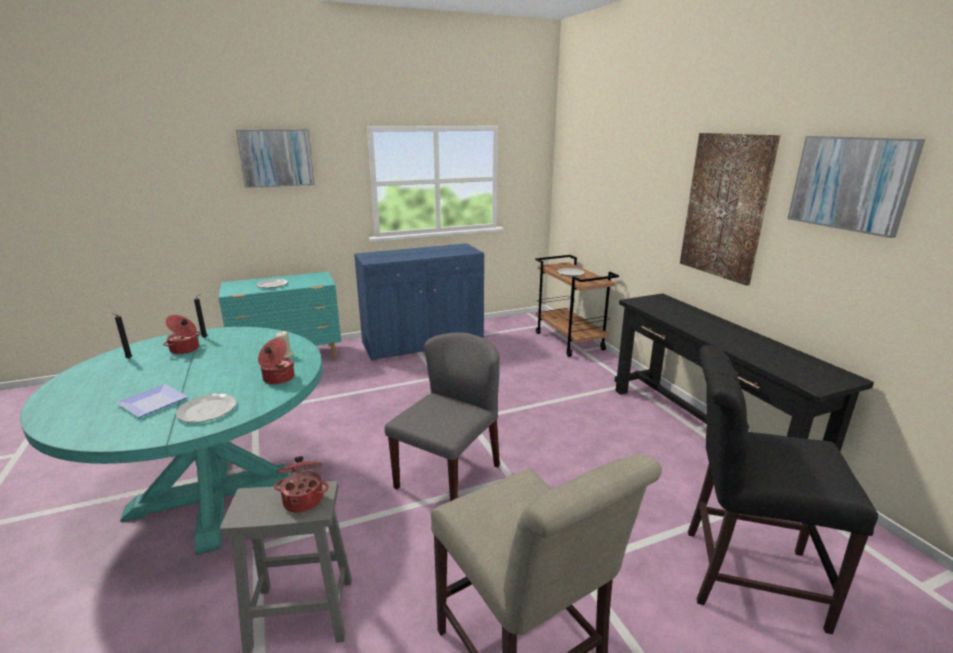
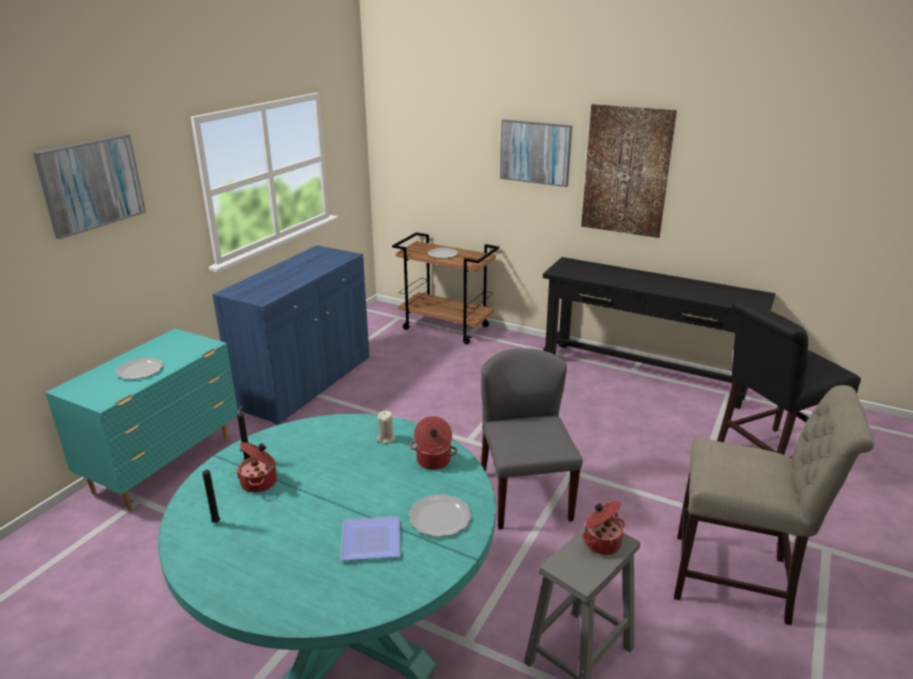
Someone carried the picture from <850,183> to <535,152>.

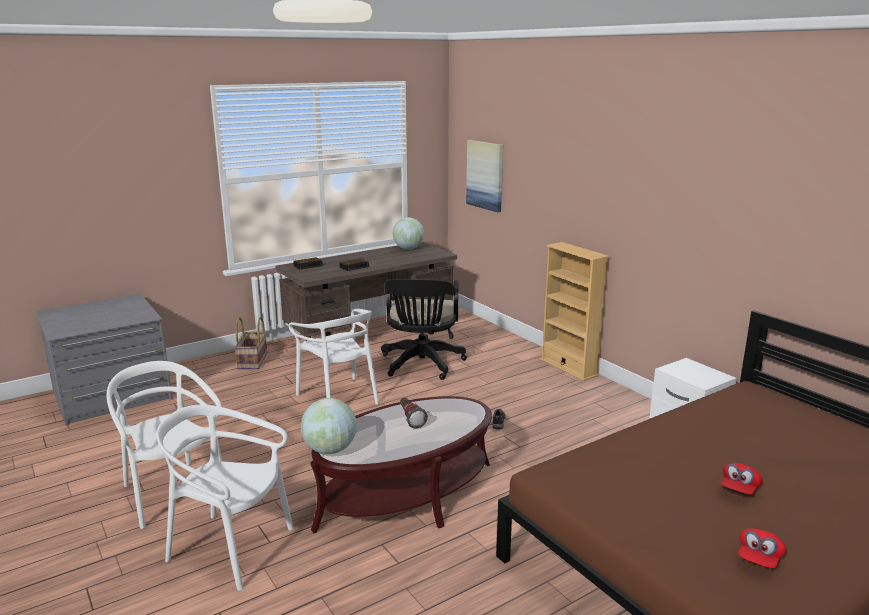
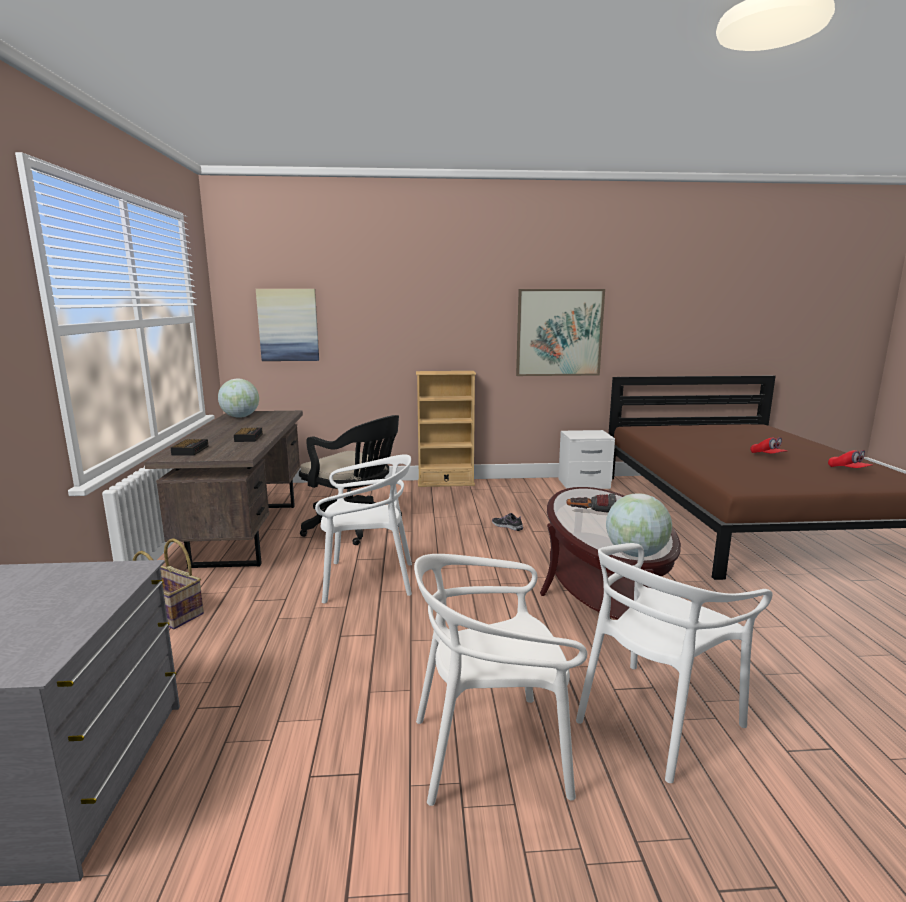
Someone put up the picture at <559,332>.

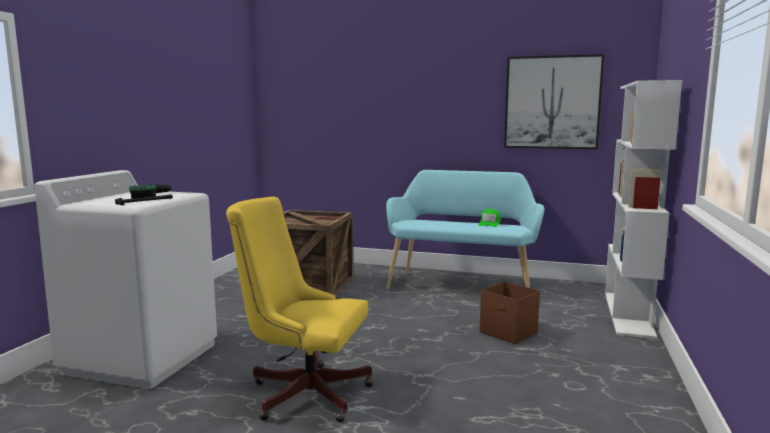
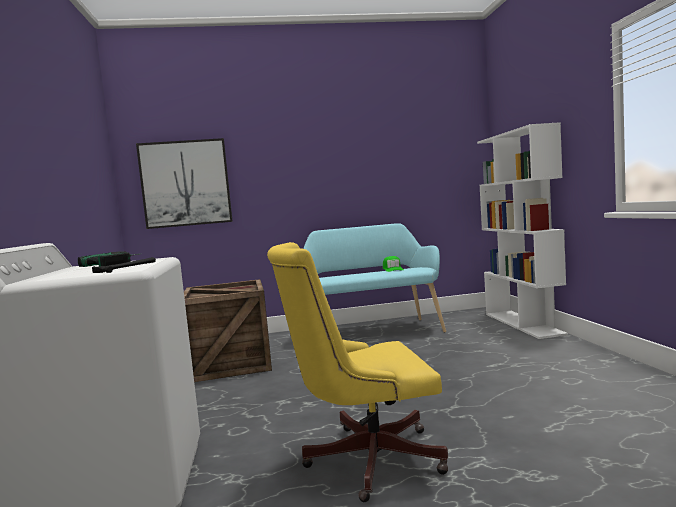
Someone took away the brown storage box at <508,333>.
Someone carried the picture from <552,102> to <185,183>.

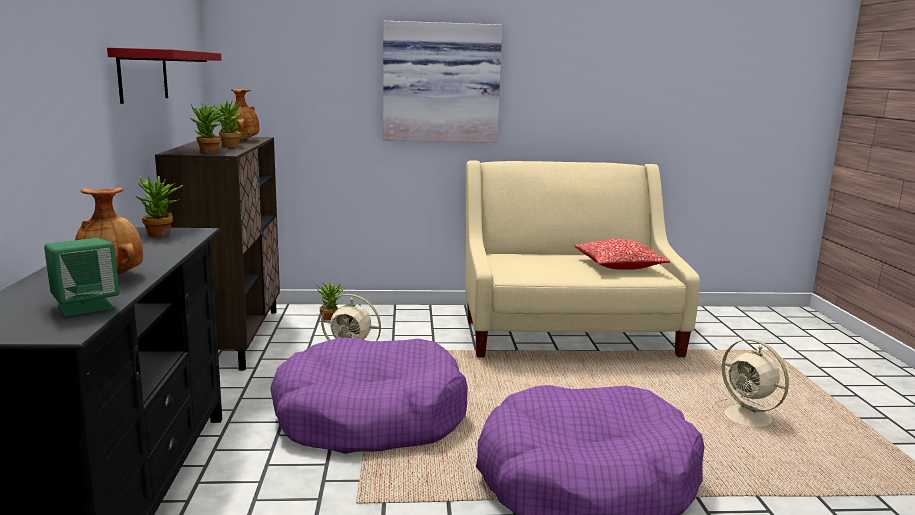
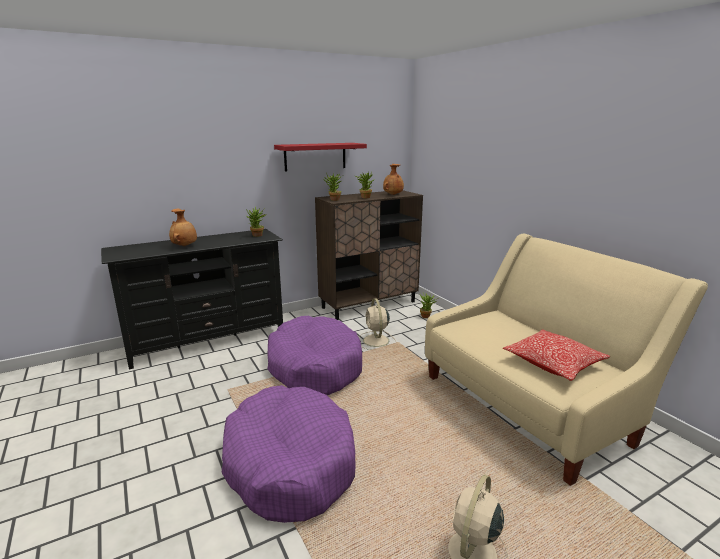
Someone took away the green speaker at <86,306>.
Someone took away the picture at <441,83>.

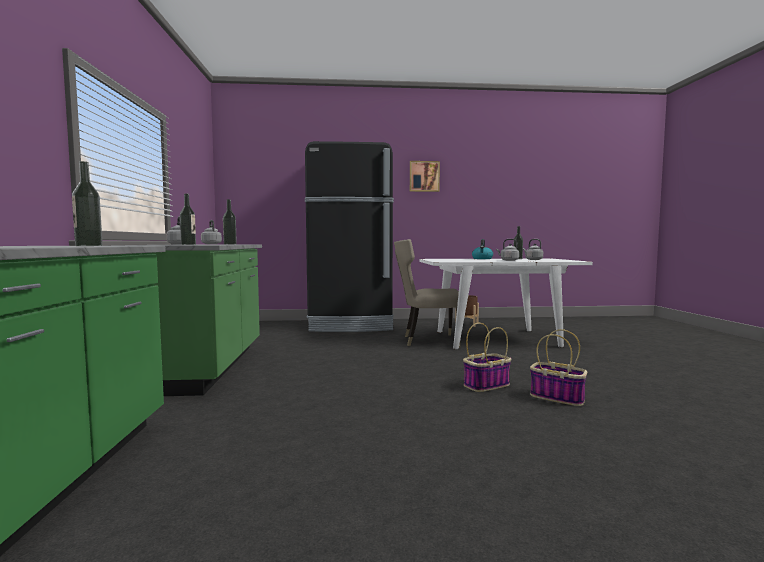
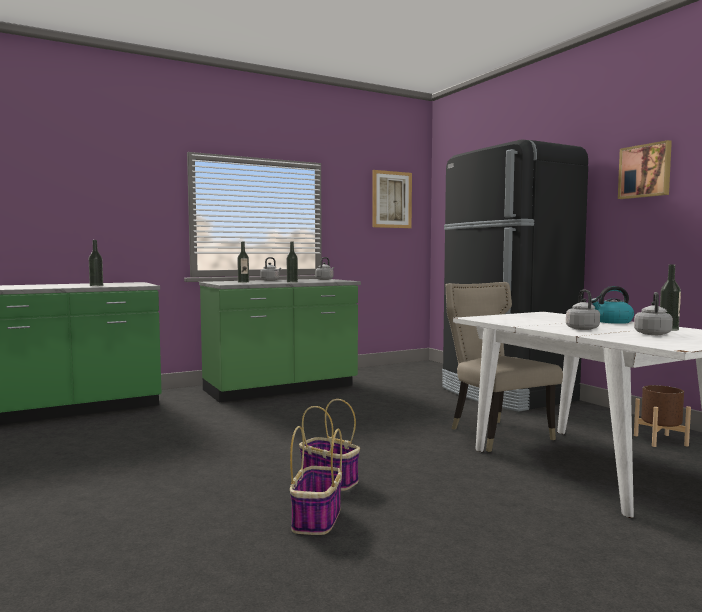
Someone put up the picture at <391,199>.

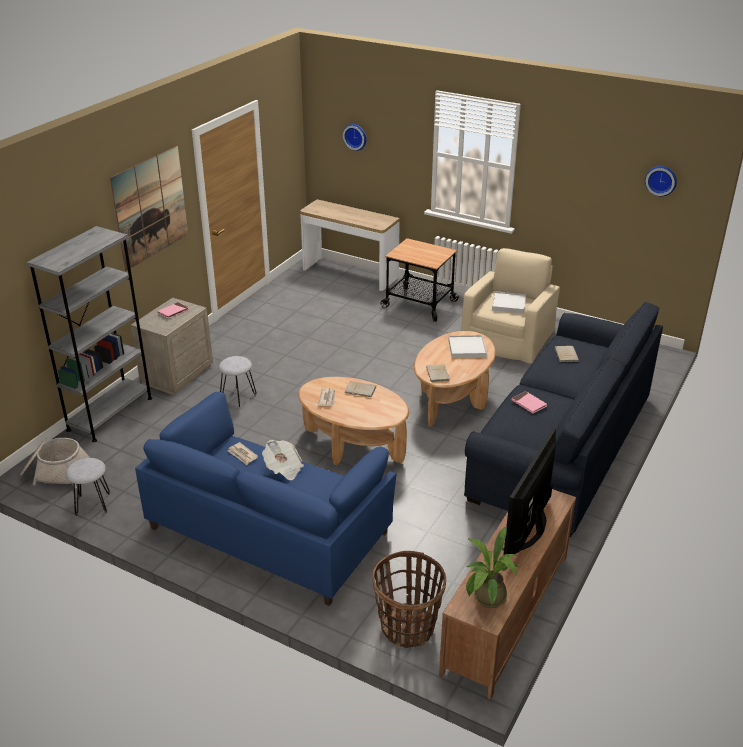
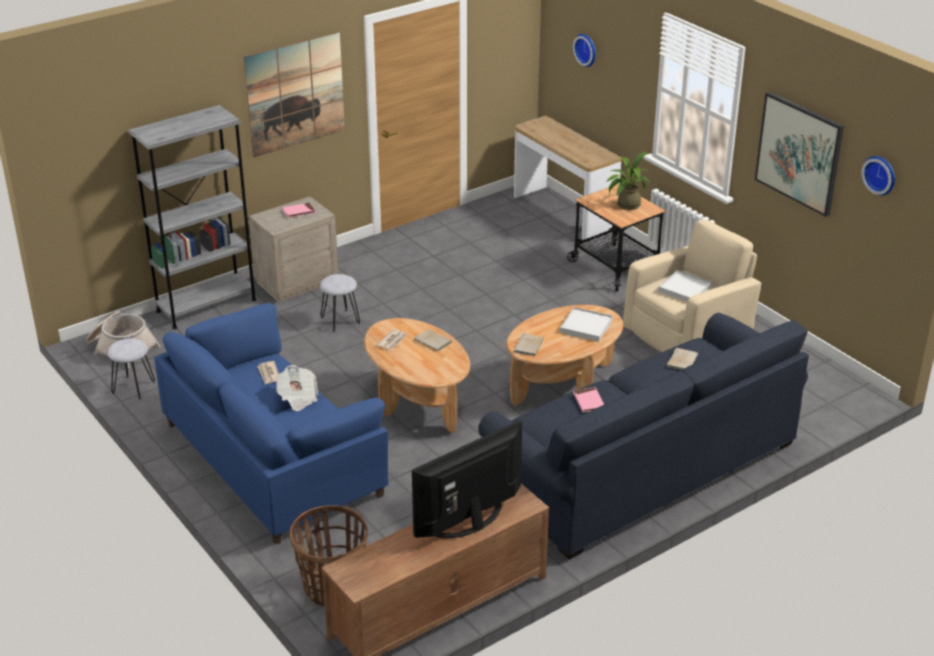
Someone carried the potted plant from <487,600> to <625,205>.
Someone put up the picture at <799,153>.

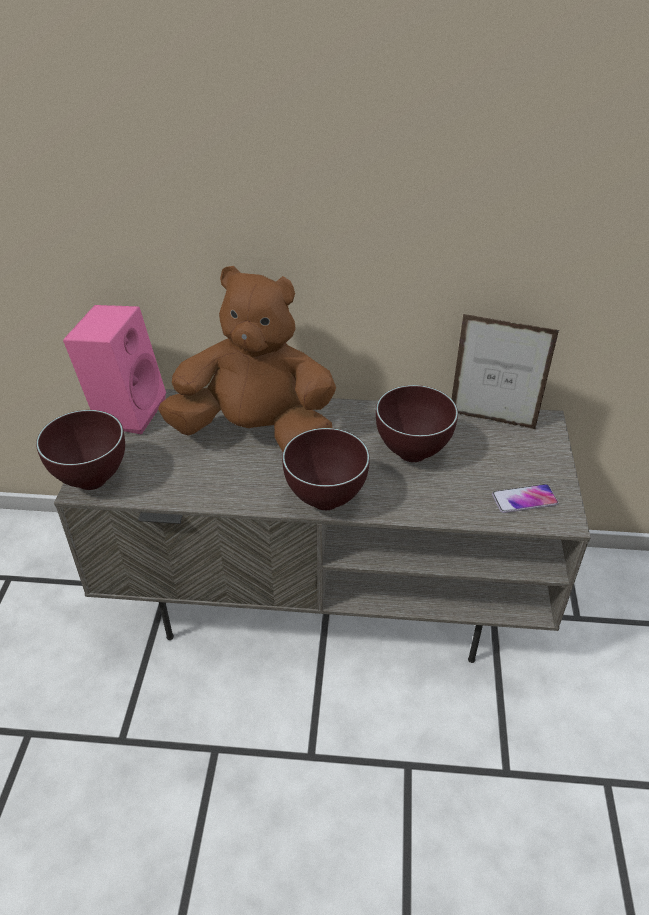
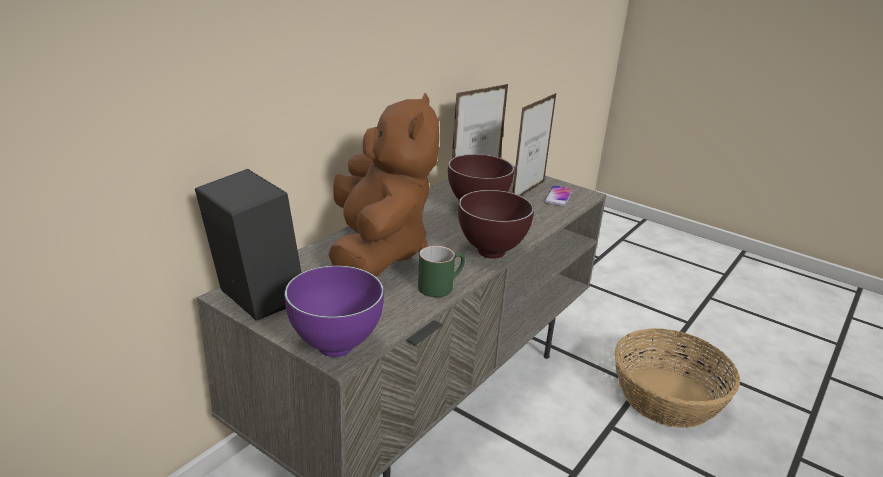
Someone repainted the brown bowl at <94,480>, which became the purple bowl at <337,347>.
Someone repainted the pink speaker at <126,410>, which became the black speaker at <253,299>.
Someone rotated the brown plush toy at <256,432> by 135 degrees clockwise.
Someone put down the green mug at <440,285>.
Someone put down the picture frame at <528,191>.
Someone put down the basket at <667,396>.

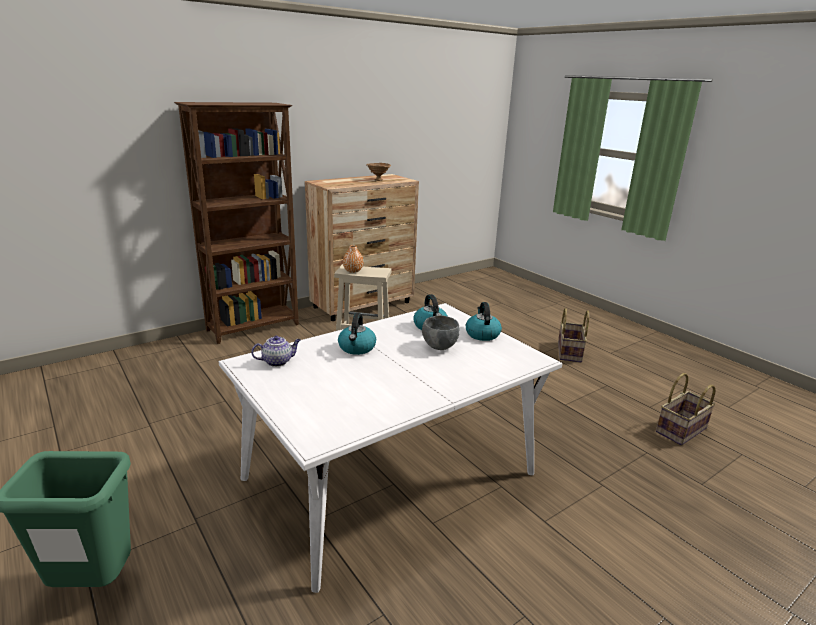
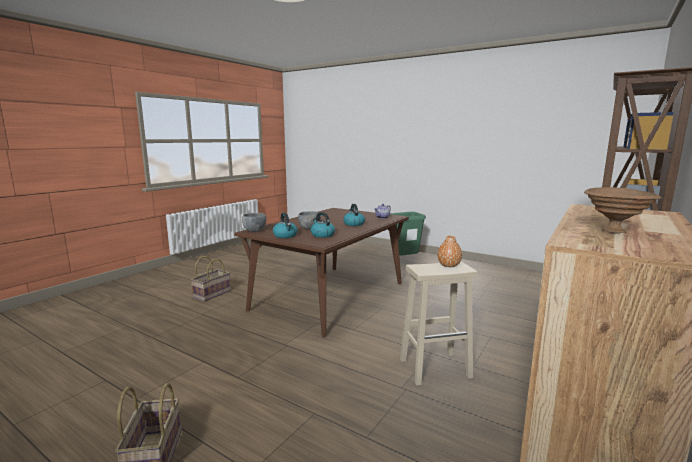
Someone repainted the white dining table at <391,475>, which became the brown dining table at <330,296>.
Someone carried the basket from <682,430> to <212,294>.
Someone put down the grey bowl at <254,231>.

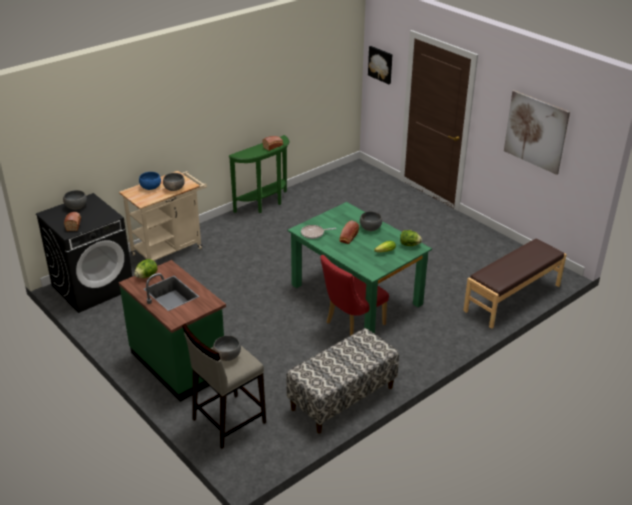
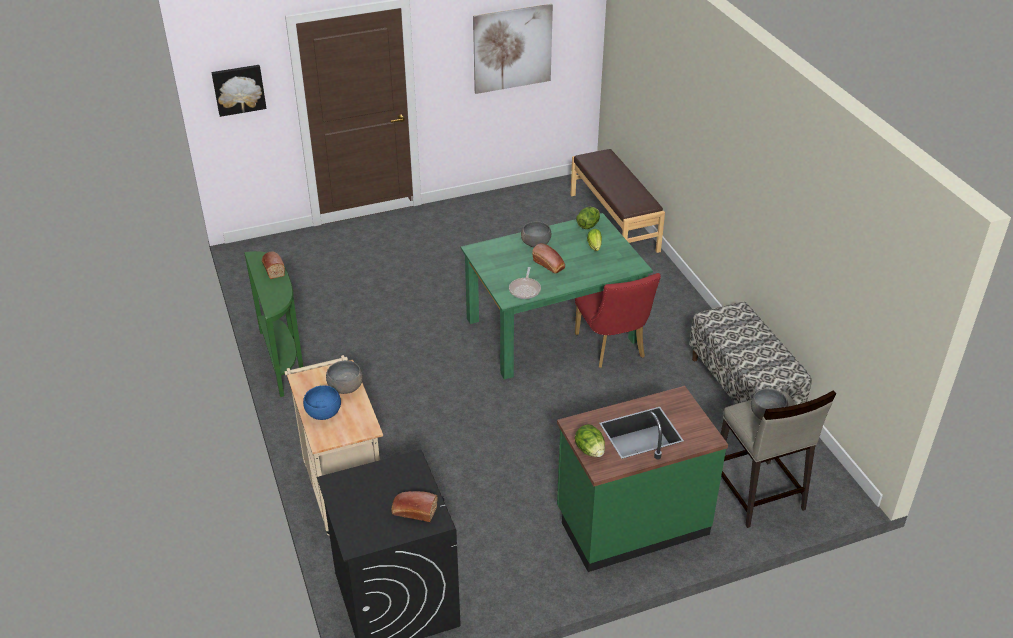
Someone took away the grey bowl at <76,206>.

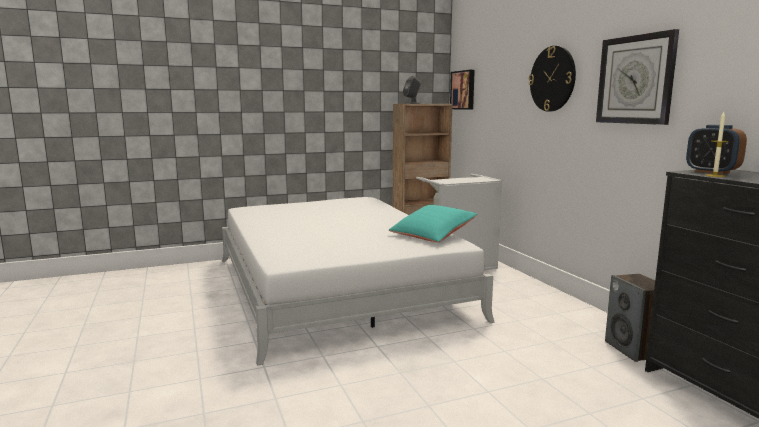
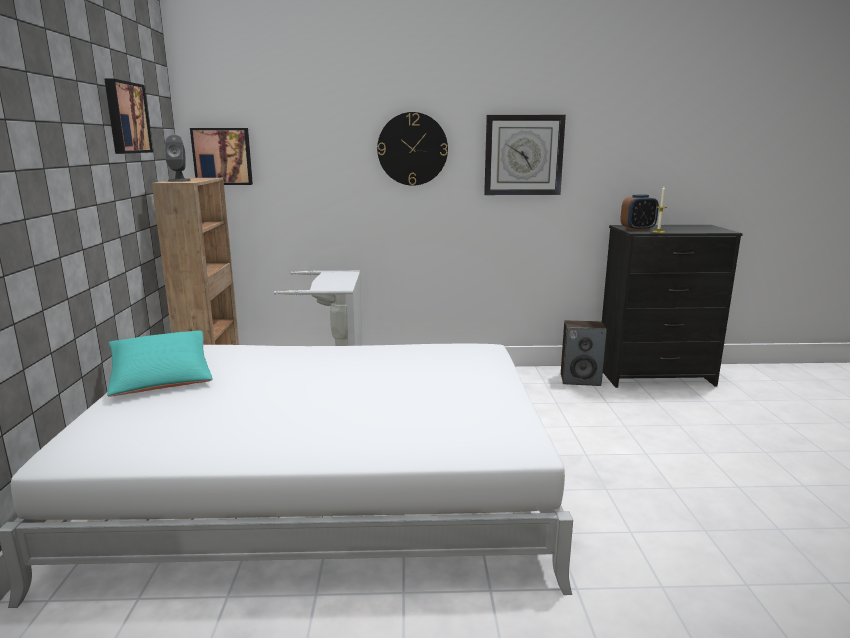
Someone carried the turquoise pillow from <432,235> to <161,378>.
Someone put up the picture at <126,118>.

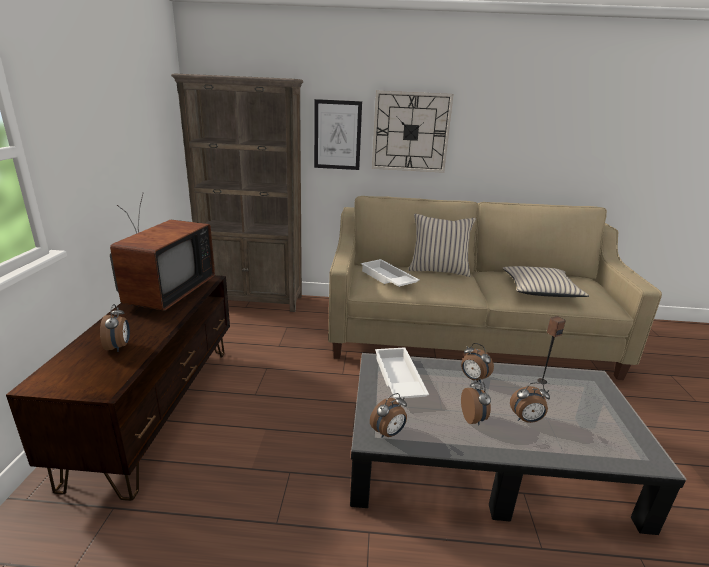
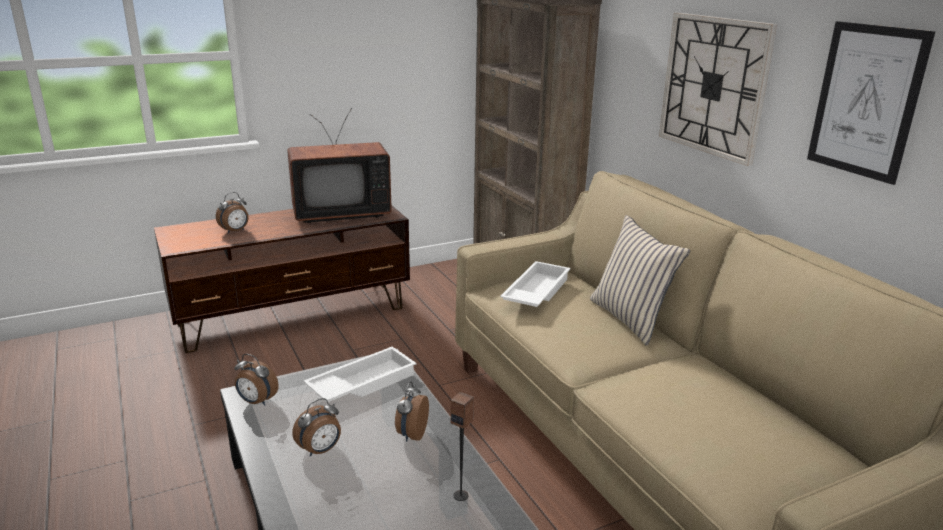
Someone carried the picture from <337,135> to <866,101>.
Someone took away the beige pillow at <540,289>.
Someone took away the alarm clock at <526,420>.

